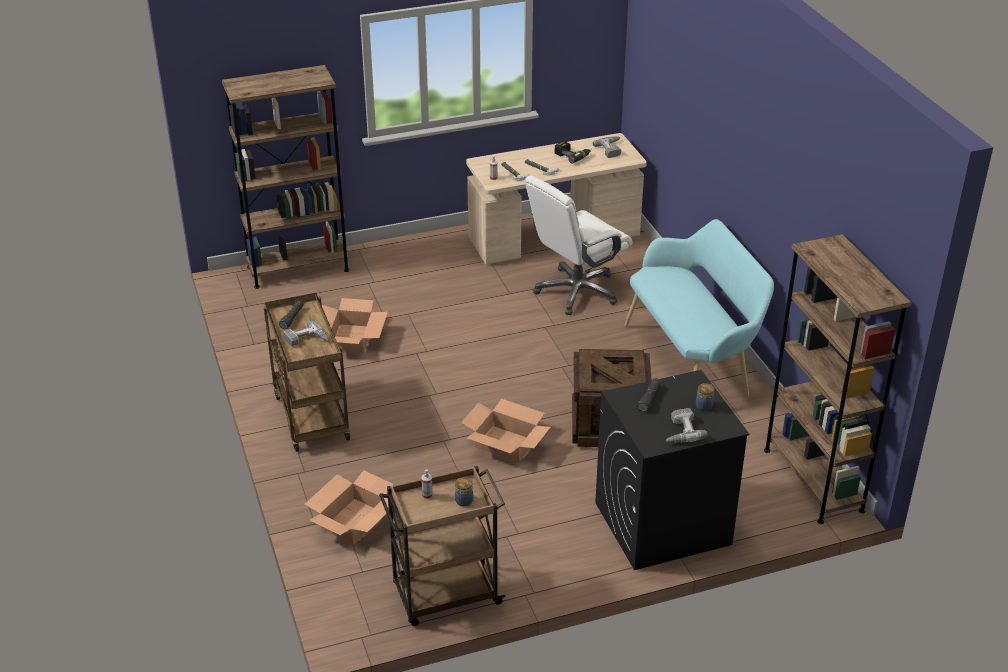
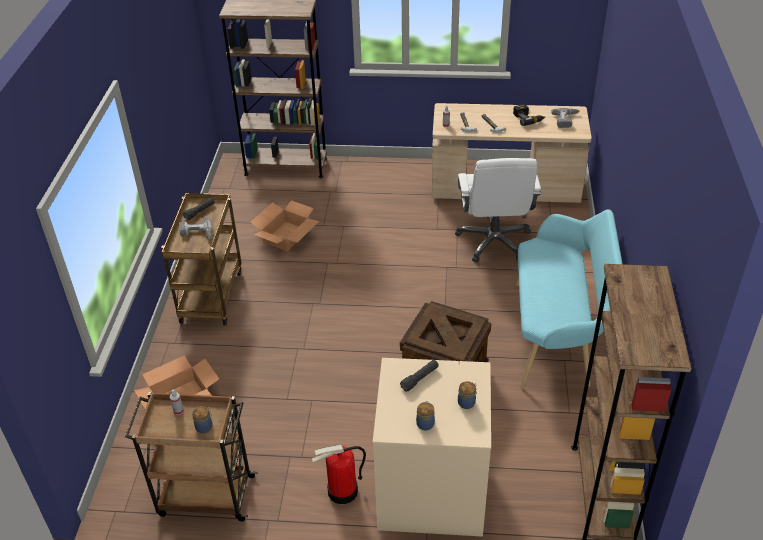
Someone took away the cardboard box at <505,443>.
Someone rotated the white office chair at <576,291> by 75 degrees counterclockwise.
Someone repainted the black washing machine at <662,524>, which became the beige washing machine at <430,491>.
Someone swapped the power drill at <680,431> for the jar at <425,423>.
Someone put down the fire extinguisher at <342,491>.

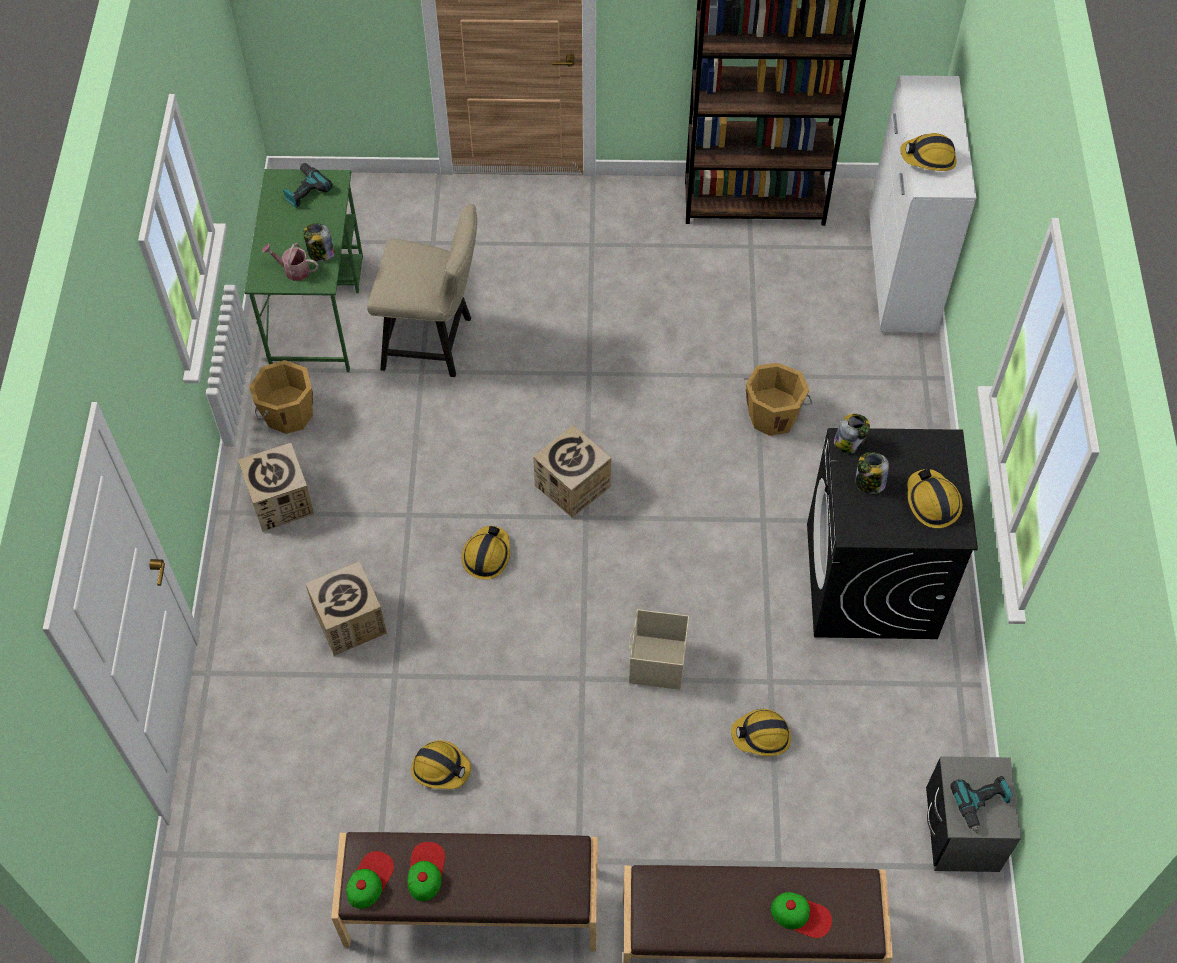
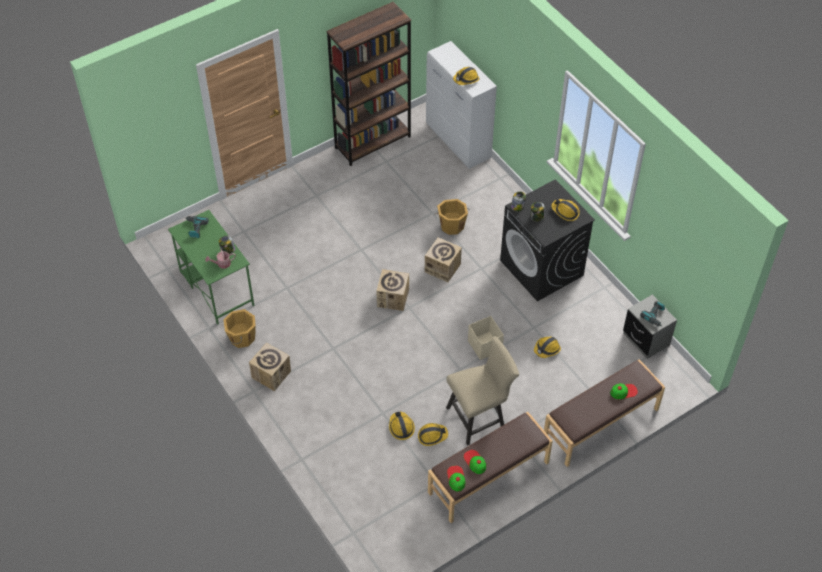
Someone carried the cardboard box from <350,621> to <442,268>.
Someone carried the beige chair from <434,343> to <479,417>.
Someone carried the hard hat from <487,556> to <401,427>.

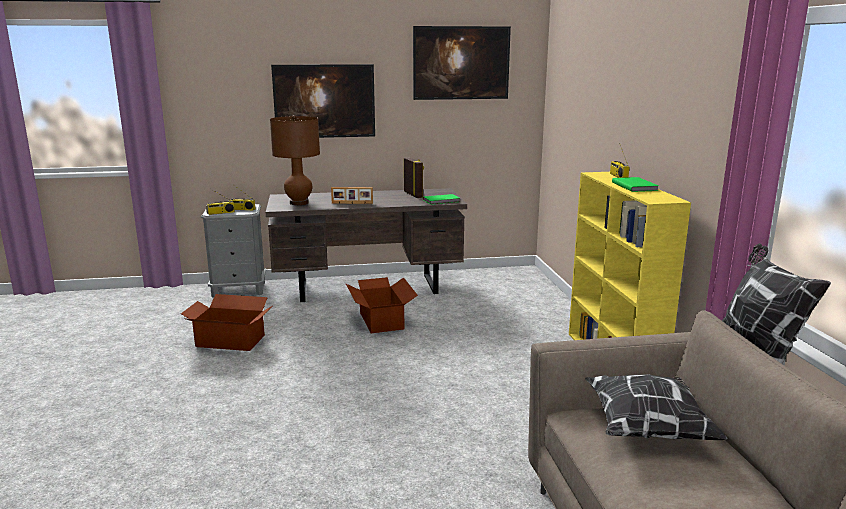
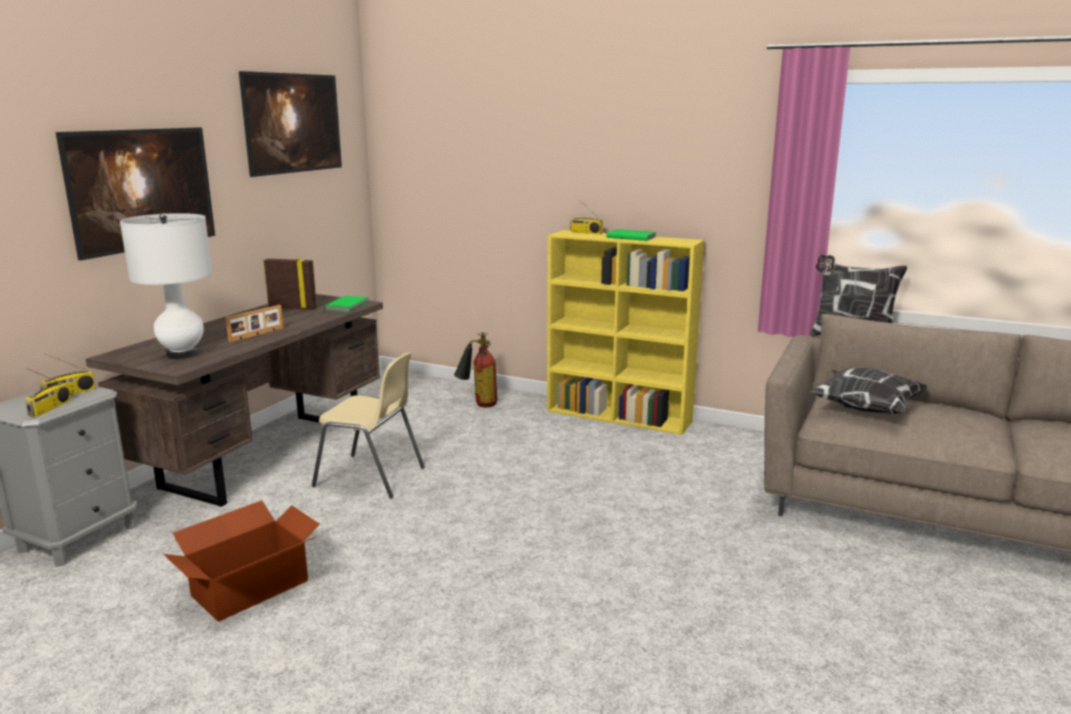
Someone repainted the brown table lamp at <299,203>, which became the white table lamp at <182,354>.
Someone swapped the cardboard box at <381,321> for the beige chair at <371,477>.
Someone put down the fire extinguisher at <478,403>.

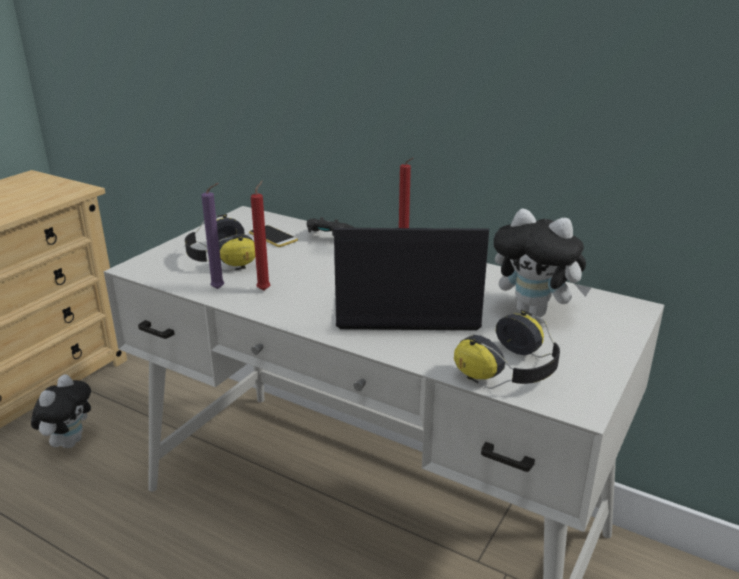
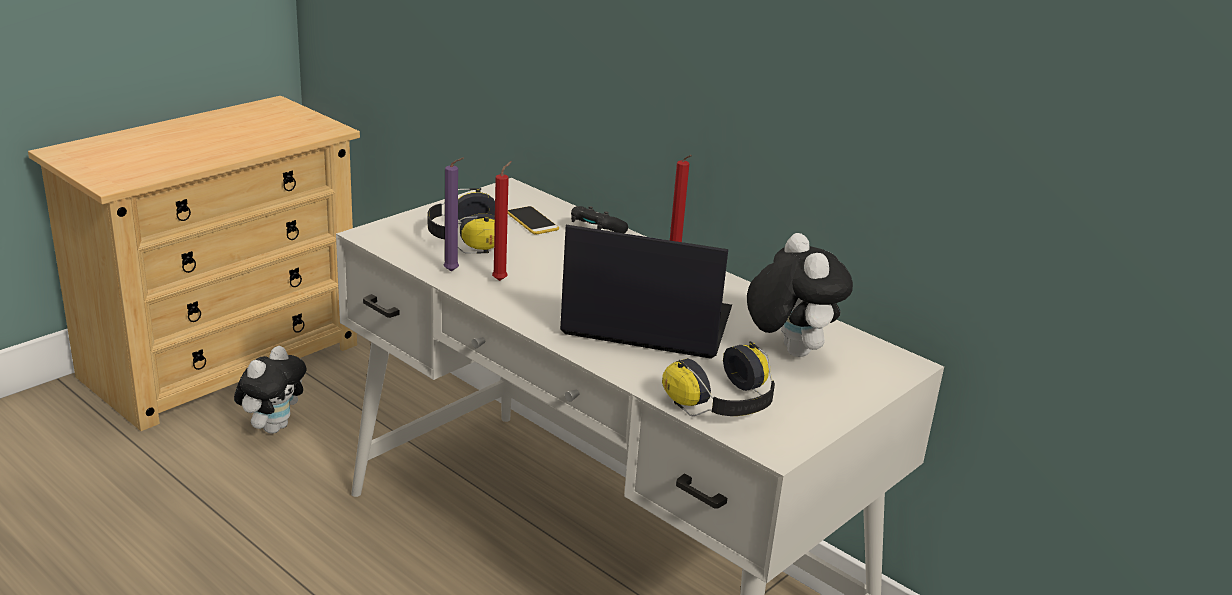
Someone rotated the plush toy at <535,312> by 150 degrees counterclockwise.

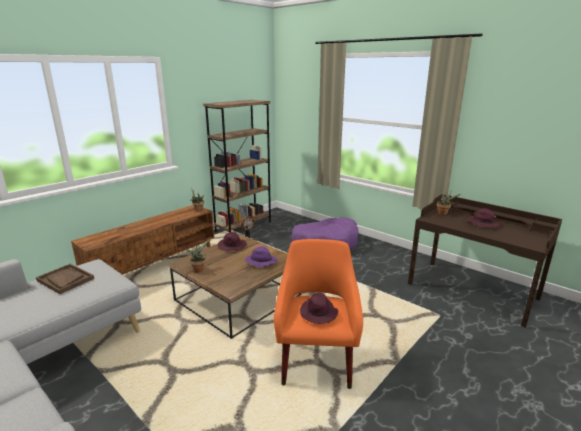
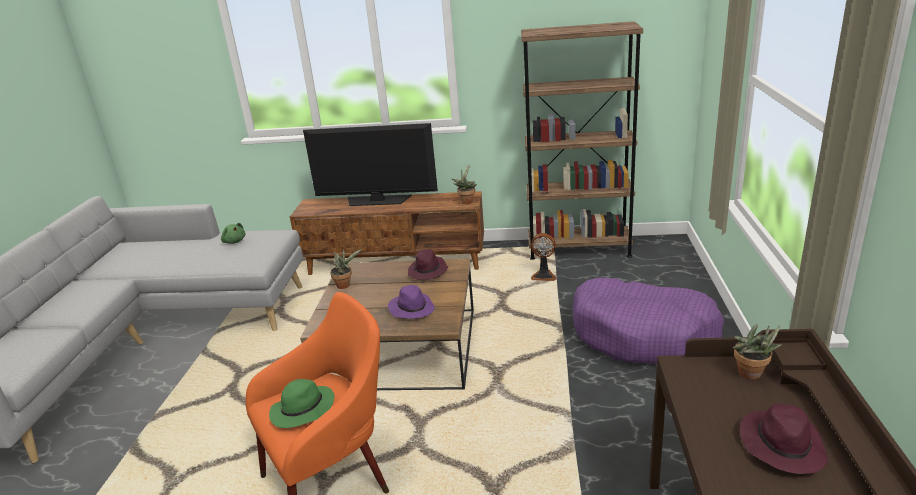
Someone swapped the brown tray at <65,280> for the green plush toy at <234,241>.
Someone repainted the purple hat at <319,313>, which became the green hat at <302,411>.
Someone put down the television at <377,200>.

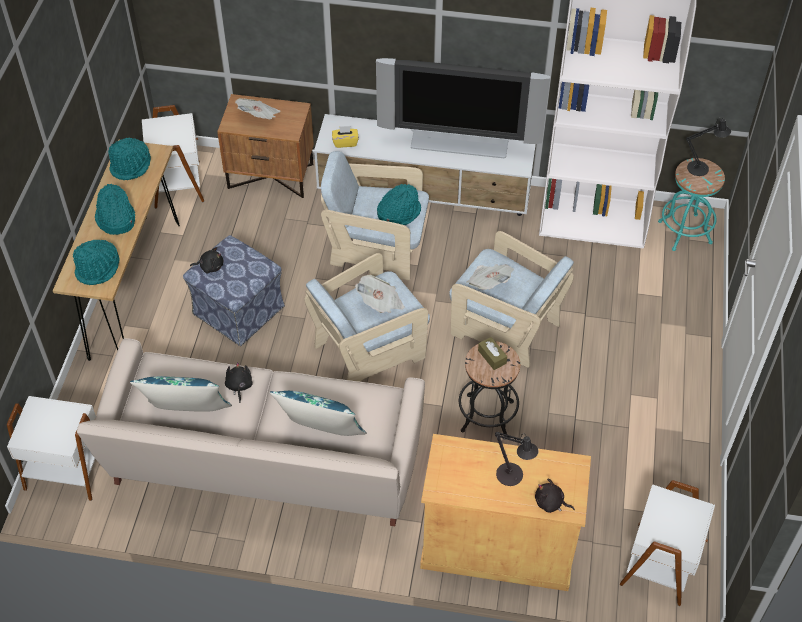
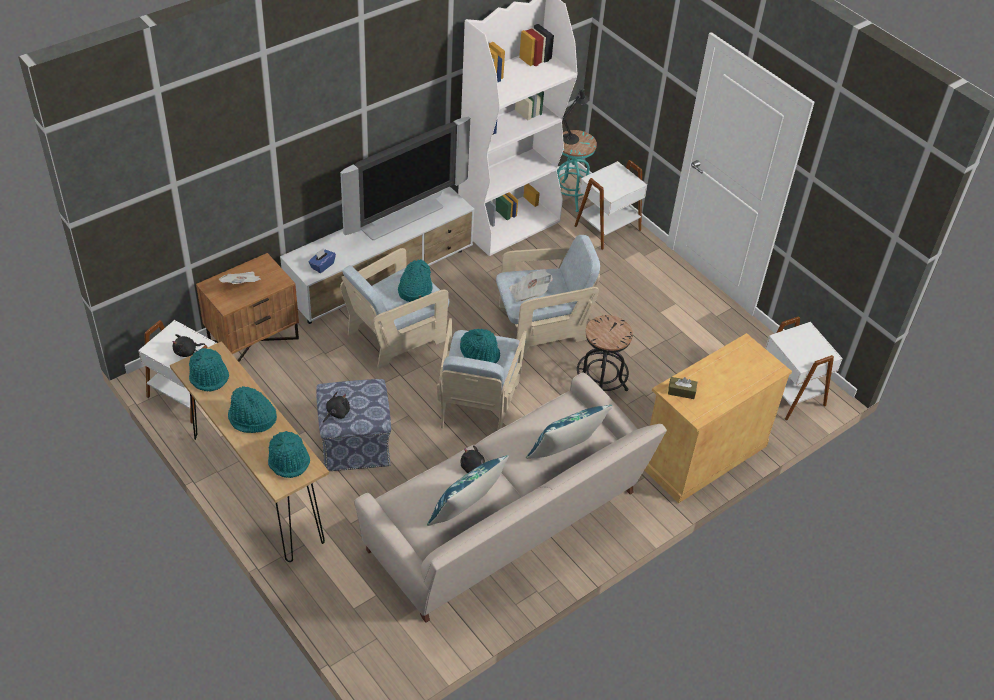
Someone carried the white side table from <67,468> to <606,227>.
Someone repainted the yellow tissue box at <345,142>, which became the blue tissue box at <322,266>.
Someone swapped the newspaper at <380,303> for the turquoise hat at <480,353>.
Someone carried the brown tissue box from <492,357> to <681,391>.
Someone took away the black table lamp at <512,477>.
Someone carried the black plush toy from <550,503> to <187,351>.

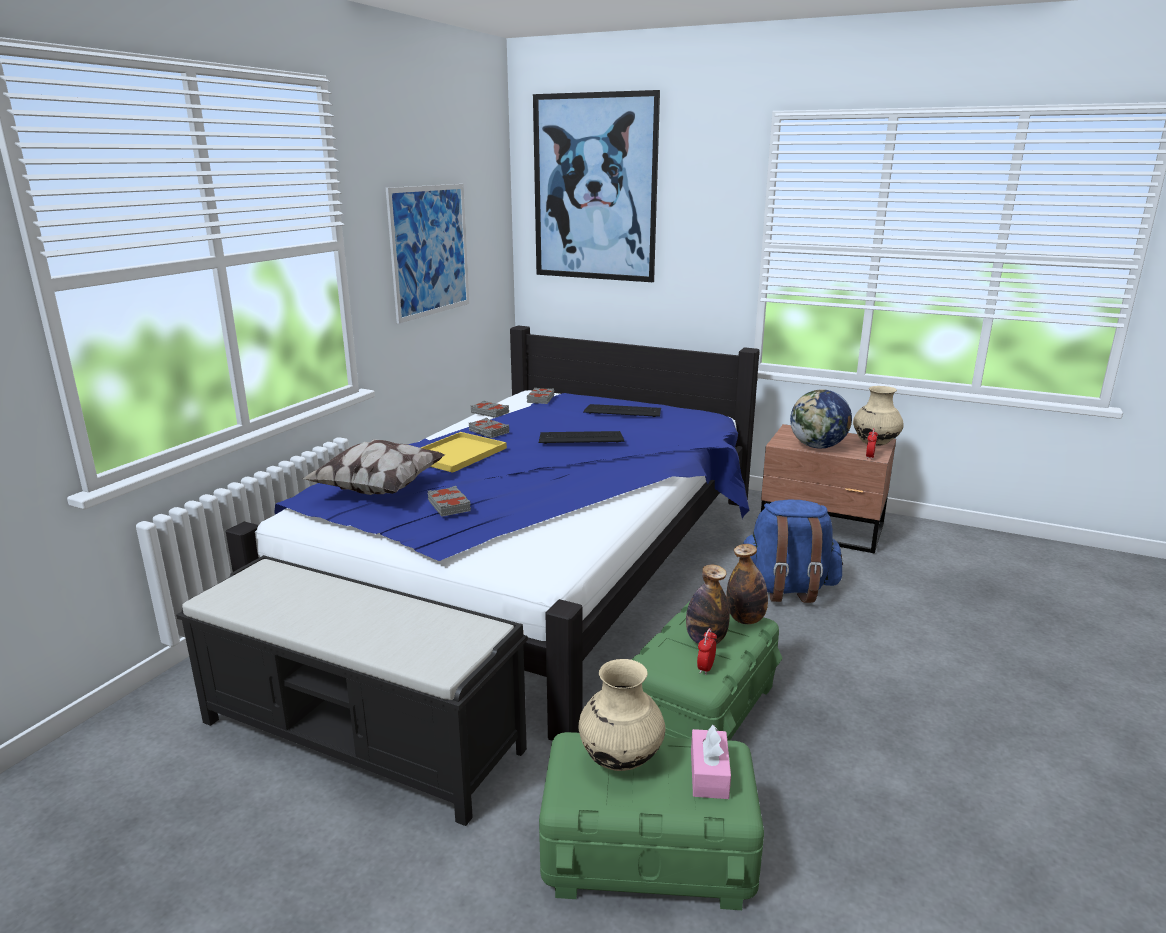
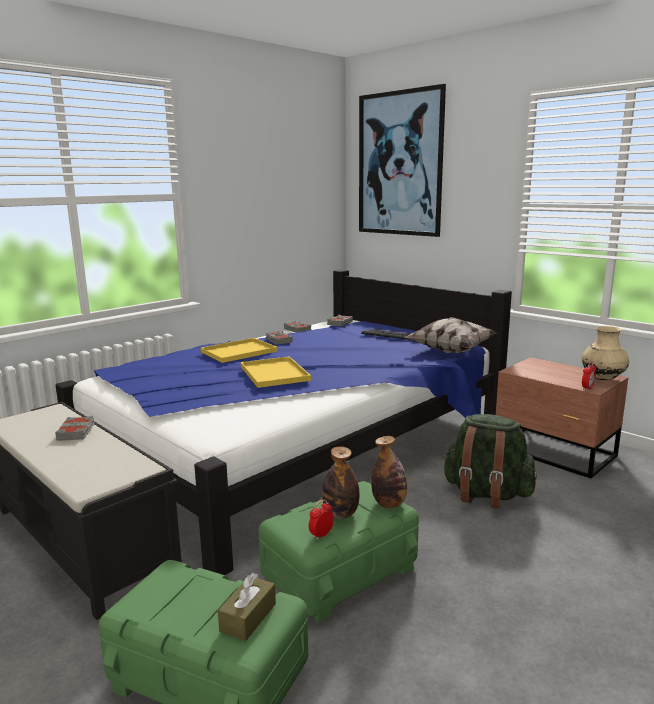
Someone carried the pillow from <378,489> to <450,351>.
Someone took away the picture at <430,250>.
Someone carried the grey book from <449,505> to <76,432>.
Someone took away the keyboard at <580,438>.
Someone took away the beige vase at <620,758>.
Someone repainted the pink tissue box at <709,774>, which became the brown tissue box at <248,617>.
Someone repainted the blue backpack at <787,589>, which became the green backpack at <486,494>.
Someone took away the globe at <818,446>.
Someone put down the yellow tray at <273,373>.

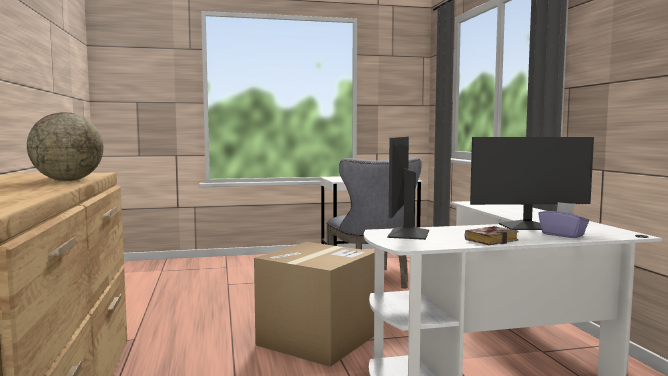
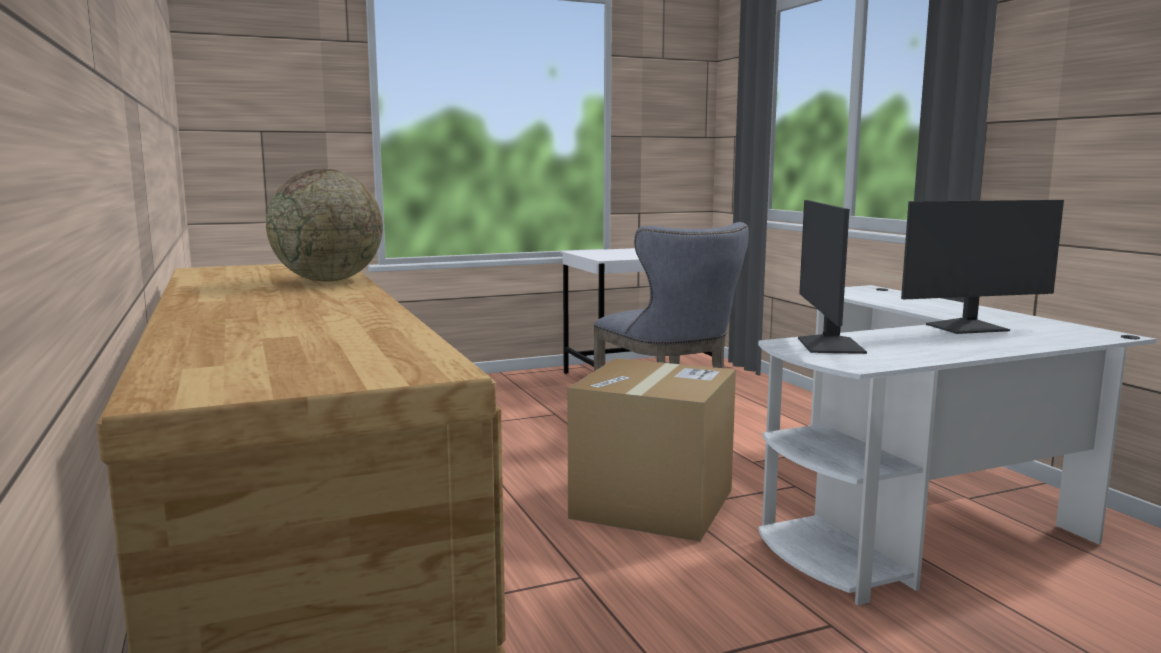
Someone took away the book at <491,240>.
Someone took away the purple tissue box at <563,235>.

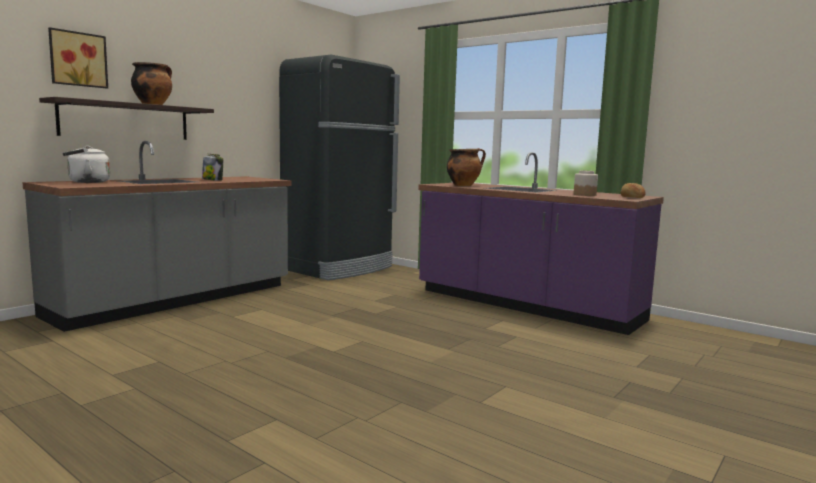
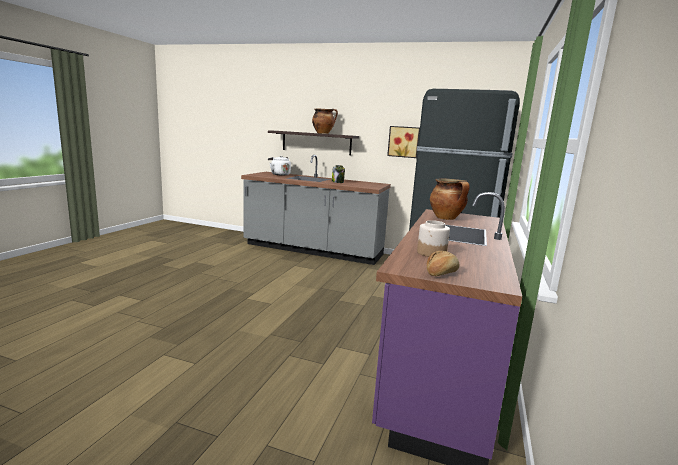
Someone carried the picture from <77,59> to <403,142>.

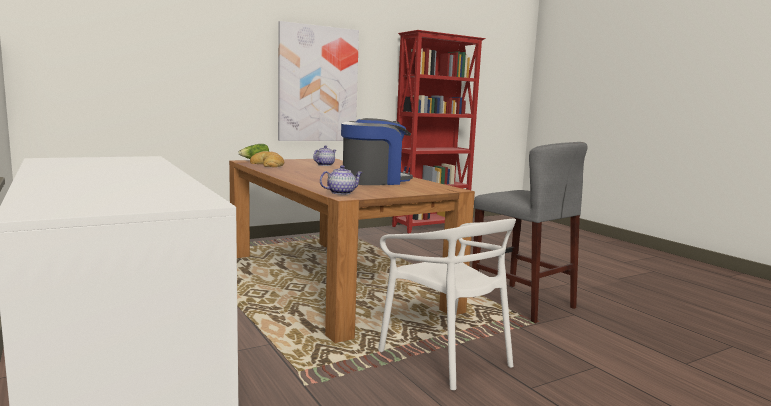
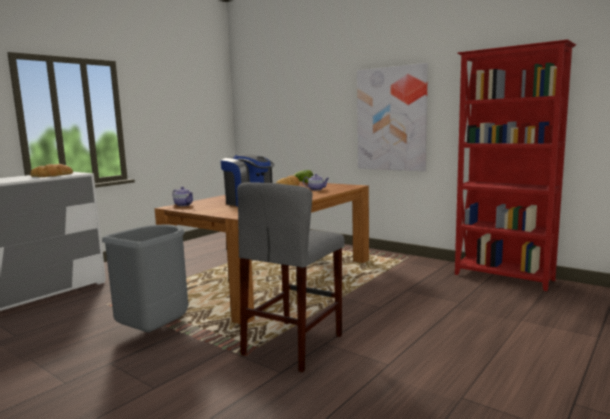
Someone swapped the white chair at <446,356> for the grey trash can at <155,331>.
Someone put down the bread at <52,175>.

